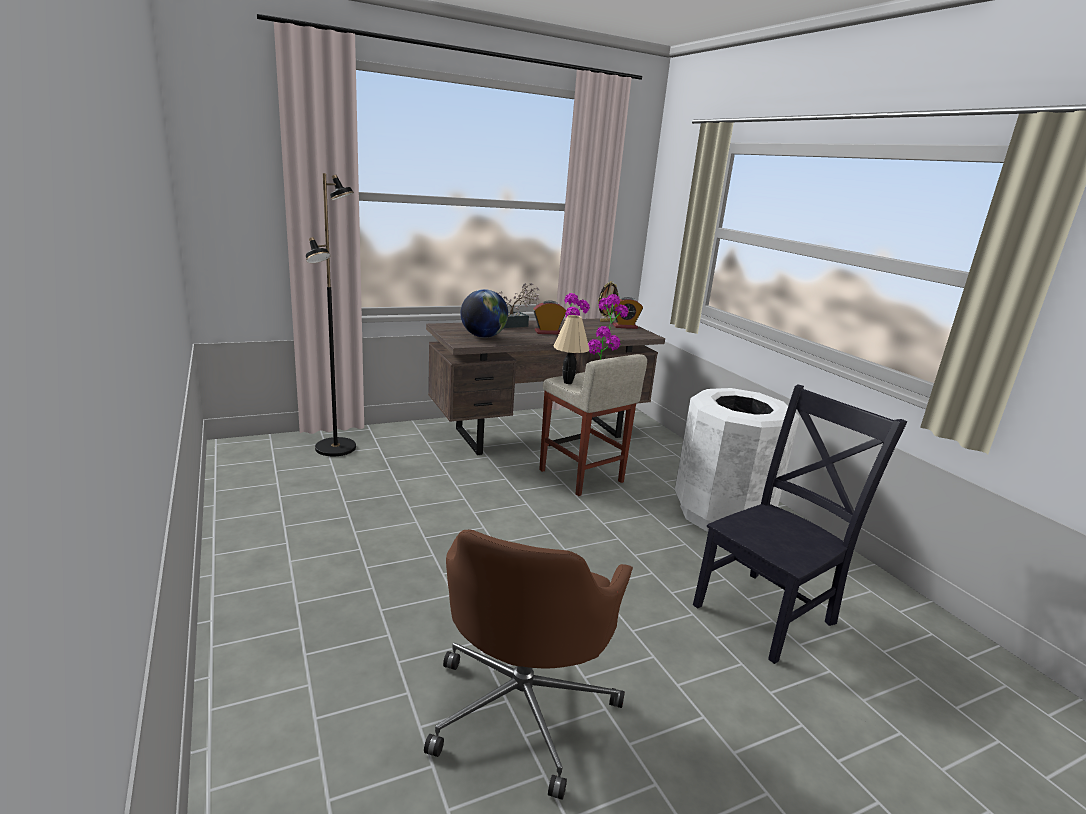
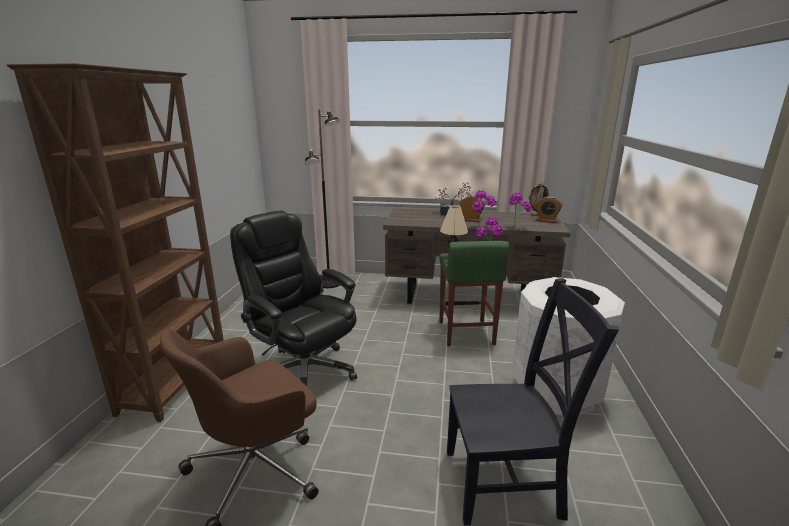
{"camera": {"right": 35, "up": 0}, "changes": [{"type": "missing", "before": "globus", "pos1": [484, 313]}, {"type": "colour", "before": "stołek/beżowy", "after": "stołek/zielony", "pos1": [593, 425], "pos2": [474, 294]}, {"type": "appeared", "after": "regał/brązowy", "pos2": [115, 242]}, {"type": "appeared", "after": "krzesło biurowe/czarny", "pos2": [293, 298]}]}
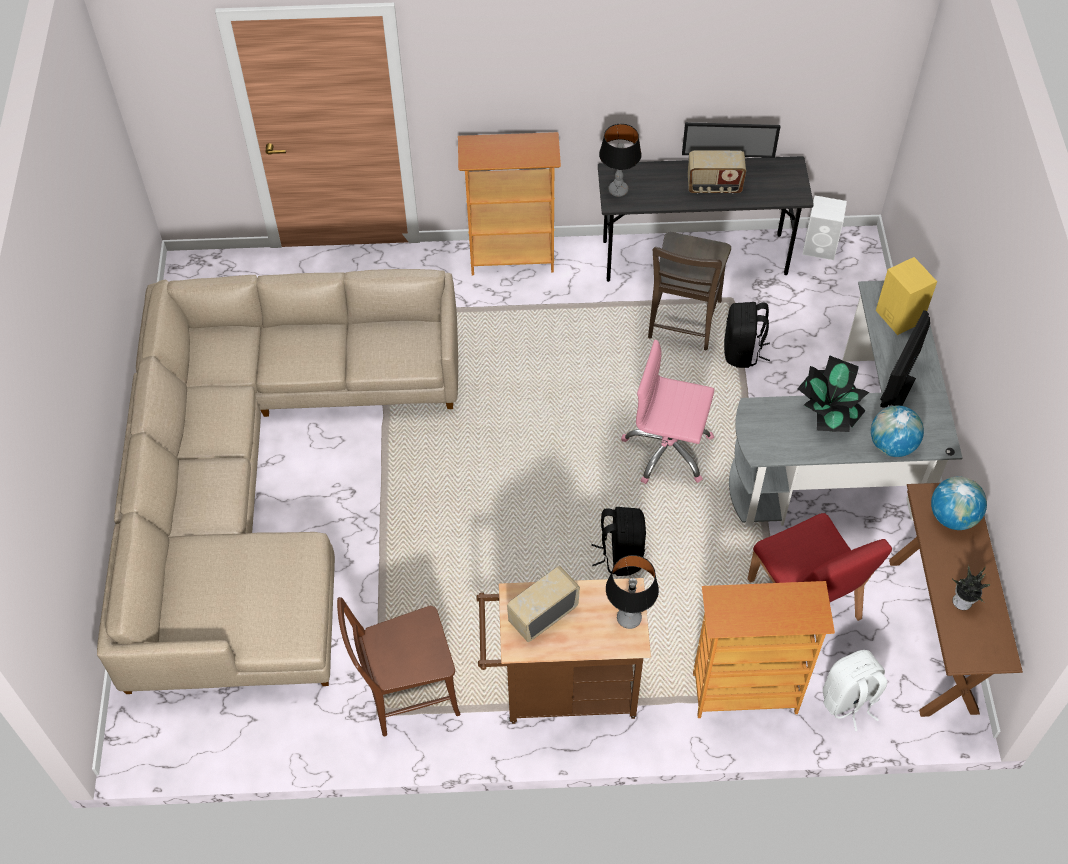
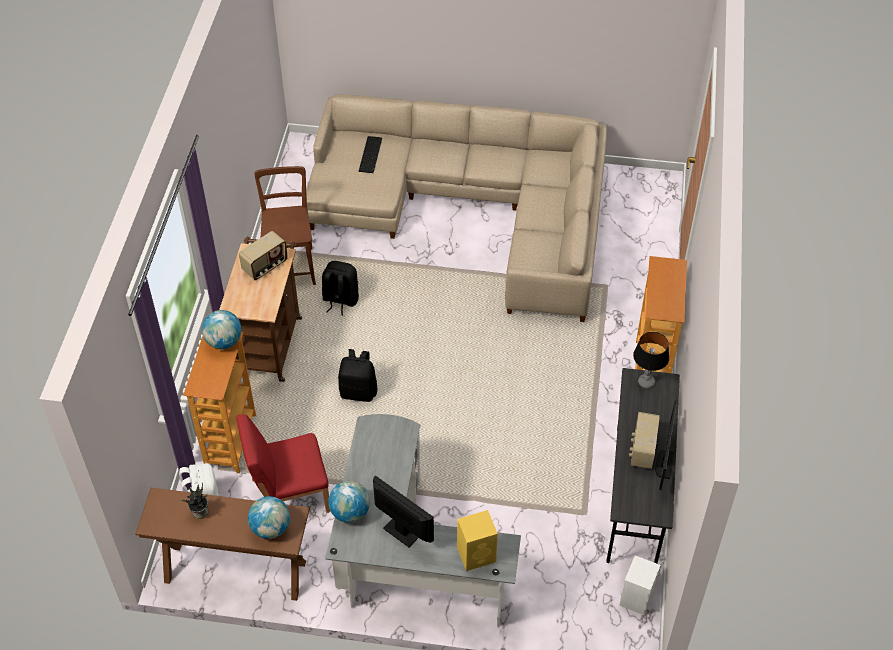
{"camera": {"right": 100, "up": -5}, "changes": [{"type": "missing", "before": "krzesło/brązowy", "pos1": [689, 291]}, {"type": "relocated", "before": "plecak/czarny", "pos1": [747, 335], "pos2": [340, 288]}, {"type": "missing", "before": "krzesło biurowe/różowy", "pos1": [668, 412]}, {"type": "missing", "before": "roślina doniczkowa", "pos1": [833, 393]}, {"type": "missing", "before": "lampa stołowa", "pos1": [632, 592]}, {"type": "spun", "before": "radio", "pos1": [543, 604], "pos2": [263, 255], "turn": 75}, {"type": "appeared", "after": "klawiatura", "pos2": [370, 154]}, {"type": "appeared", "after": "globus", "pos2": [221, 329]}]}
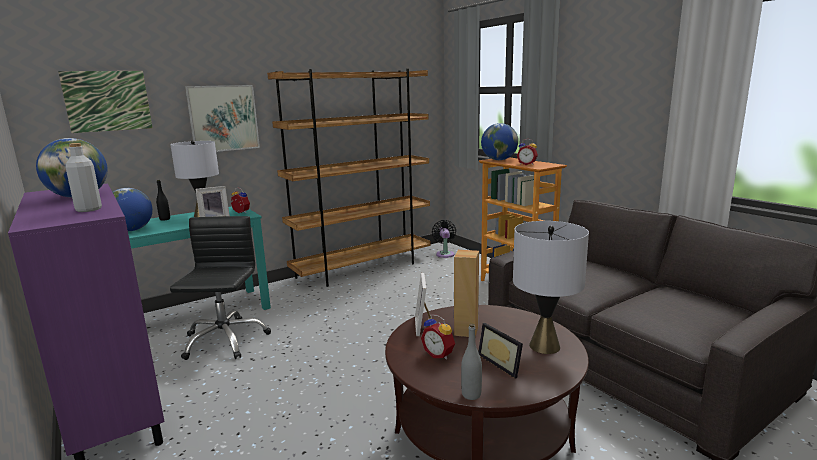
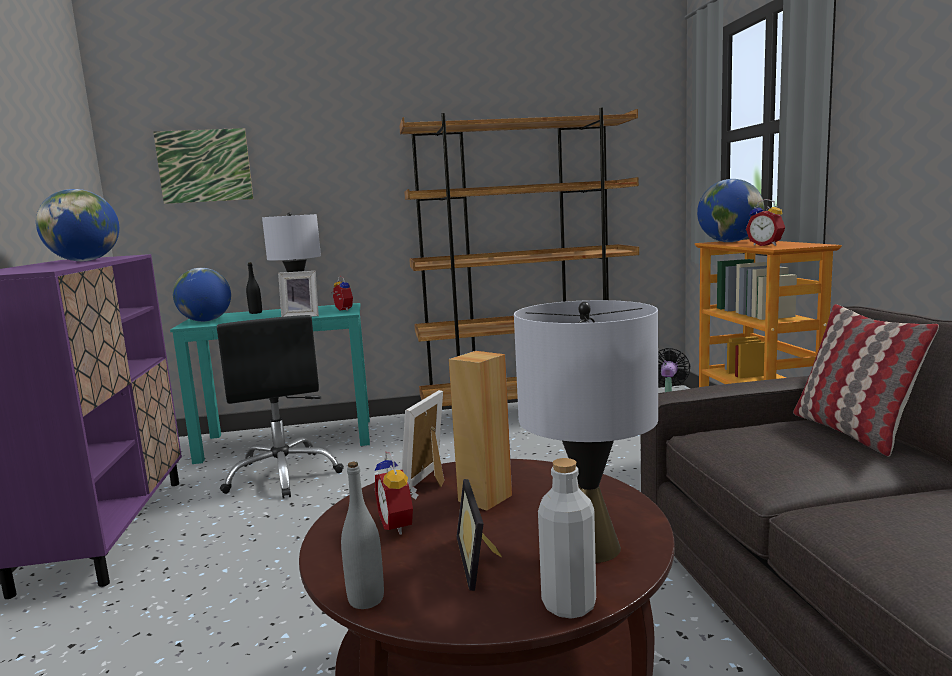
{"camera": {"right": 25, "up": -5}, "changes": [{"type": "missing", "before": "obraz", "pos1": [222, 118]}, {"type": "relocated", "before": "butelka/szary", "pos1": [83, 177], "pos2": [567, 538]}, {"type": "spun", "before": "krzesło biurowe/czarny", "pos1": [220, 288], "pos2": [280, 406], "turn": 135}, {"type": "appeared", "after": "poduszka", "pos2": [866, 380]}]}
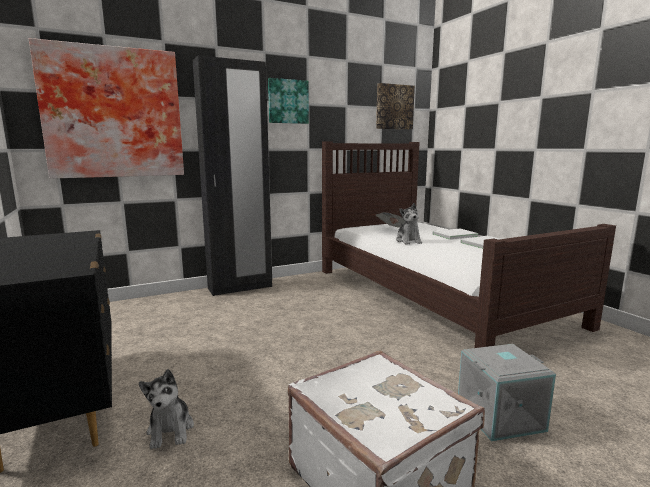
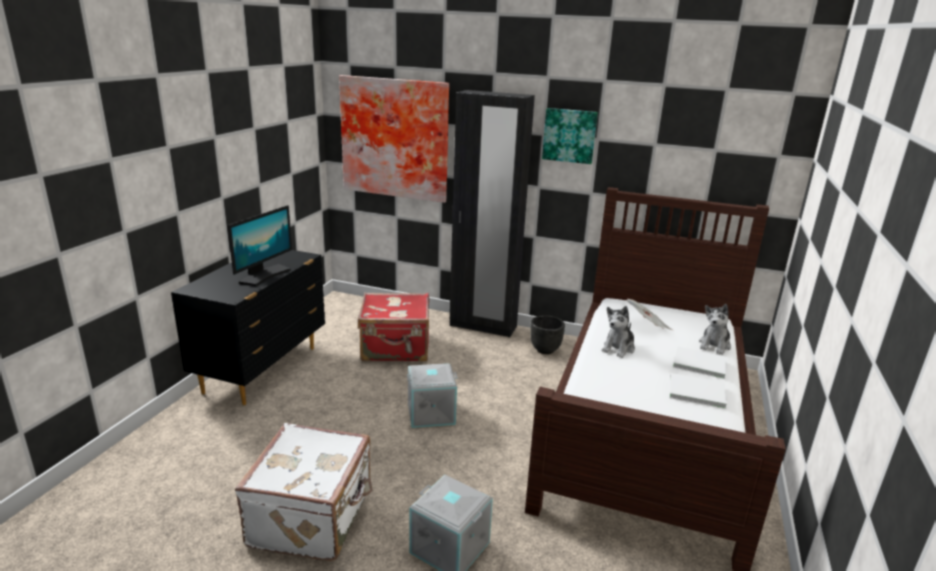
{"camera": {"right": 45, "up": 10}, "changes": [{"type": "missing", "before": "obraz", "pos1": [395, 106]}, {"type": "relocated", "before": "pluszak", "pos1": [166, 409], "pos2": [715, 329]}, {"type": "appeared", "after": "monitor", "pos2": [259, 245]}, {"type": "appeared", "after": "walizka/czerwony", "pos2": [393, 327]}, {"type": "appeared", "after": "donica/czarny", "pos2": [547, 334]}, {"type": "appeared", "after": "pojemnik do przechowywania/szary", "pos2": [432, 395]}]}
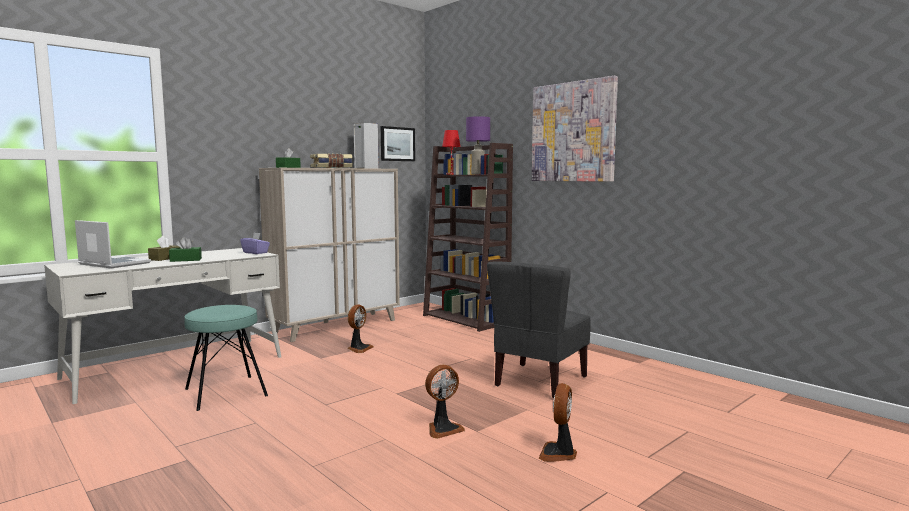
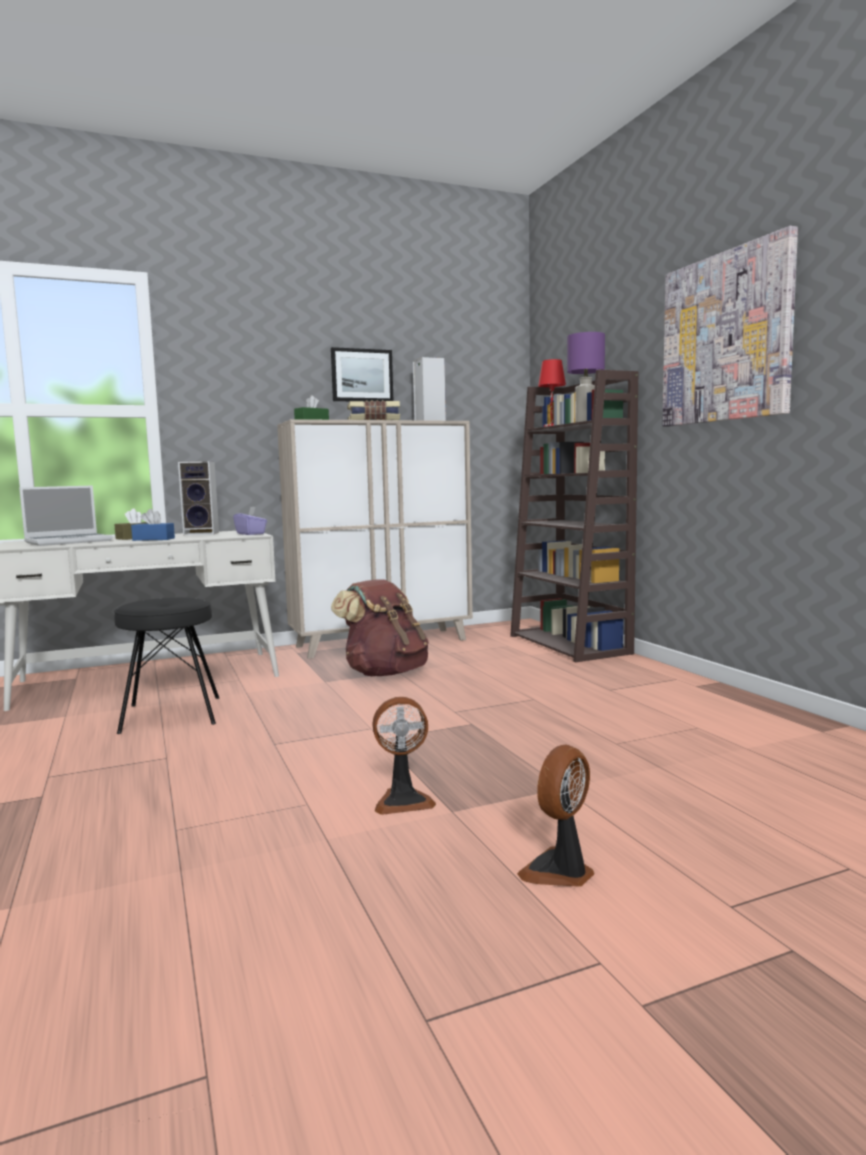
{"camera": {"right": 20, "up": 0}, "changes": [{"type": "relocated", "before": "obraz", "pos1": [398, 143], "pos2": [362, 374]}, {"type": "spun", "before": "laptop", "pos1": [113, 244], "pos2": [66, 516], "turn": 90}, {"type": "colour", "before": "pudełko chusteczek/zielony", "after": "pudełko chusteczek/niebieski", "pos1": [185, 249], "pos2": [153, 525]}, {"type": "missing", "before": "krzesło/szary", "pos1": [539, 330]}, {"type": "exchanged", "before": "wentylator", "after": "plecak/brązowy", "pos1": [361, 328], "pos2": [380, 627]}, {"type": "colour", "before": "stołek/turkusowy", "after": "stołek/czarny", "pos1": [226, 358], "pos2": [166, 665]}, {"type": "appeared", "after": "głośnik", "pos2": [198, 498]}]}
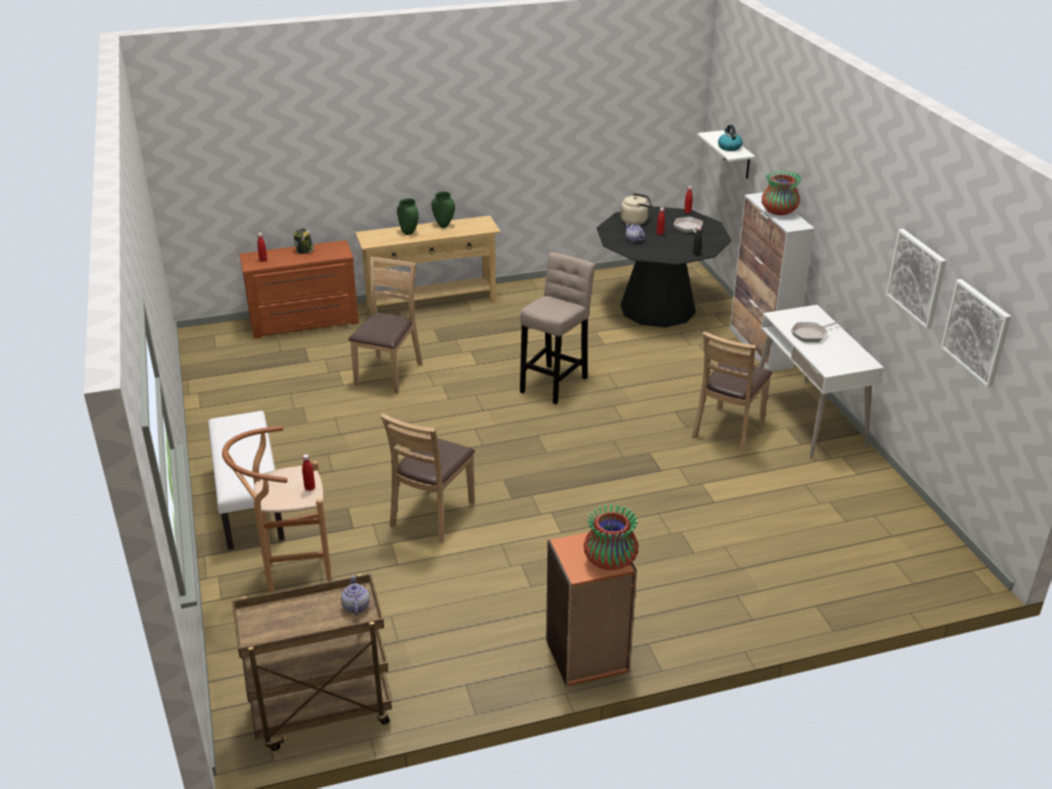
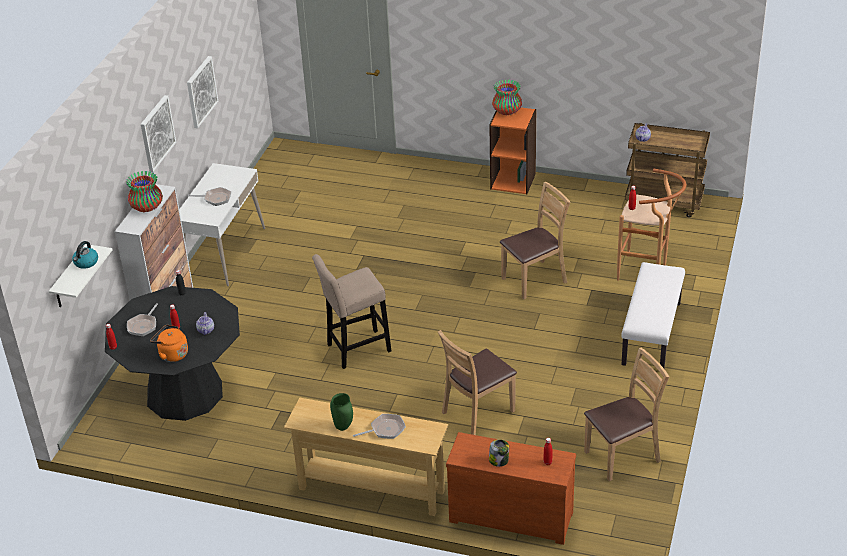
{"camera": {"right": -145, "up": 5}, "changes": [{"type": "colour", "before": "czajnik/beżowy", "after": "czajnik/pomarańczowy", "pos1": [636, 209], "pos2": [169, 343]}, {"type": "exchanged", "before": "wazon/zielony", "after": "patelnia", "pos1": [408, 216], "pos2": [379, 426]}, {"type": "relocated", "before": "obraz", "pos1": [976, 333], "pos2": [158, 133]}, {"type": "relocated", "before": "krzesło/brązowy", "pos1": [732, 393], "pos2": [626, 414]}]}
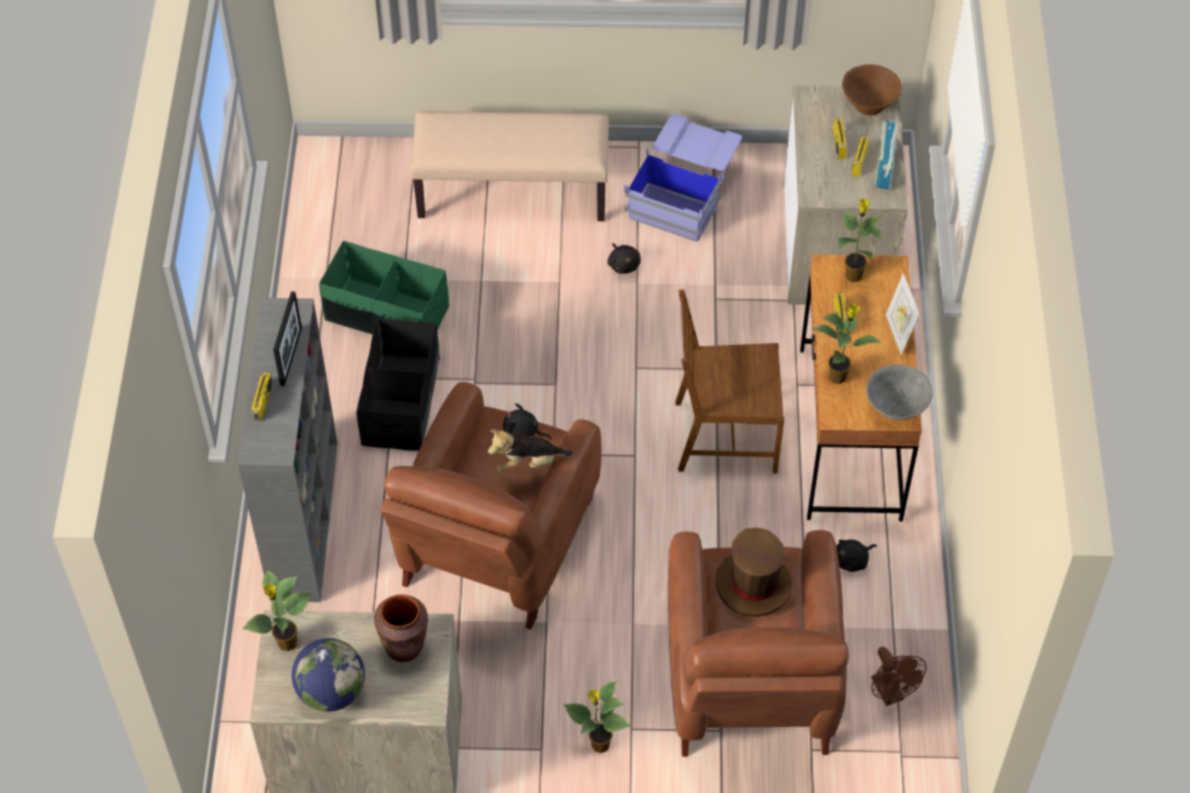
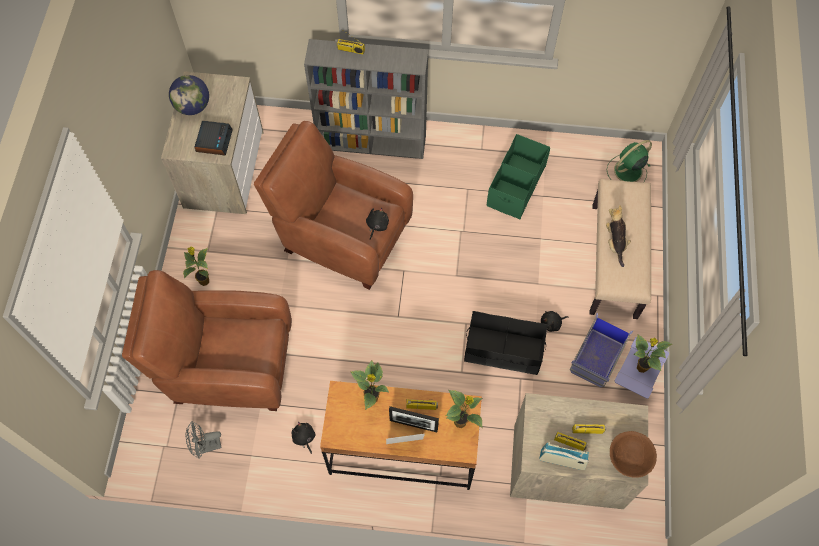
{"camera": {"right": 95, "up": 10}, "changes": [{"type": "missing", "before": "krzesło/brązowy", "pos1": [729, 381]}, {"type": "relocated", "before": "ramka na zdjęcie", "pos1": [287, 338], "pos2": [414, 419]}, {"type": "relocated", "before": "pojemnik do przechowywania/czarny", "pos1": [398, 384], "pos2": [506, 343]}, {"type": "missing", "before": "miska/szary", "pos1": [899, 392]}, {"type": "relocated", "before": "pluszak", "pos1": [530, 450], "pos2": [618, 236]}, {"type": "missing", "before": "kapelusz/brązowy", "pos1": [754, 572]}, {"type": "relocated", "before": "roślina doniczkowa", "pos1": [277, 610], "pos2": [653, 353]}, {"type": "exchanged", "before": "wazon/brązowy", "after": "budzik", "pos1": [401, 628], "pos2": [213, 138]}, {"type": "colour", "before": "wentylator/brązowy", "after": "wentylator/szary", "pos1": [899, 676], "pos2": [204, 440]}, {"type": "appeared", "after": "wentylator/zielony", "pos2": [629, 161]}]}
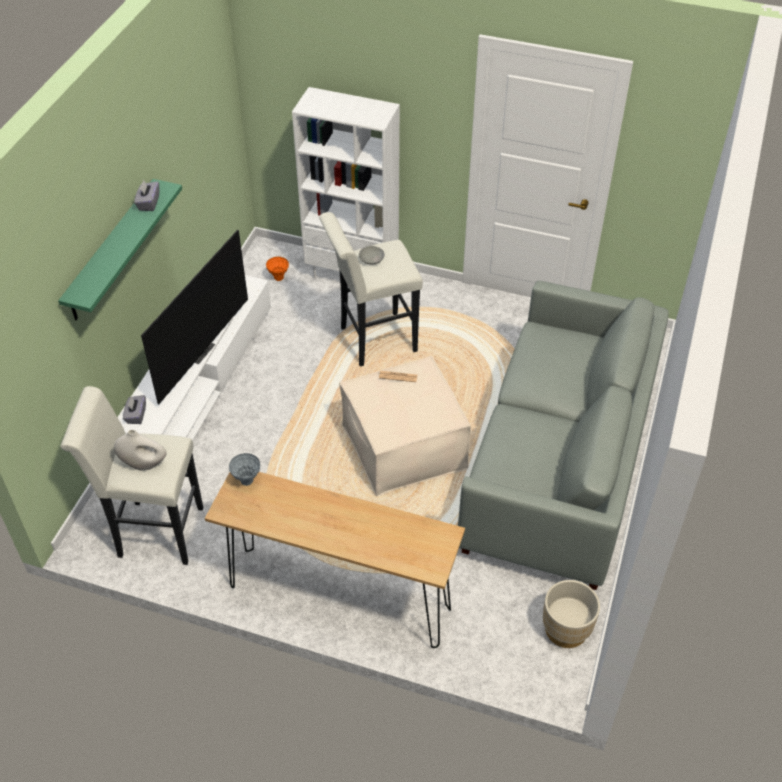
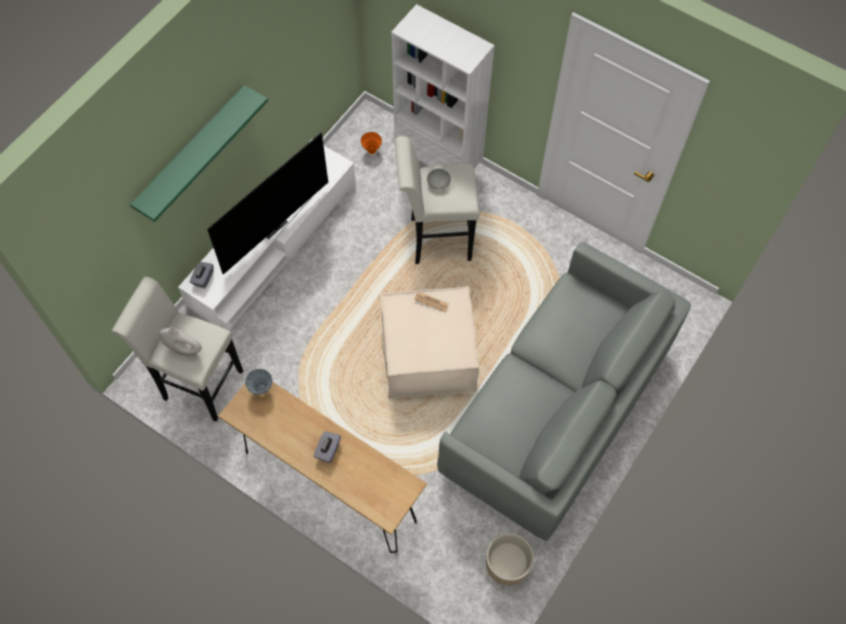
{"camera": {"right": 15, "up": 15}, "changes": [{"type": "relocated", "before": "pudełko chusteczek/szary", "pos1": [146, 195], "pos2": [327, 447]}]}
